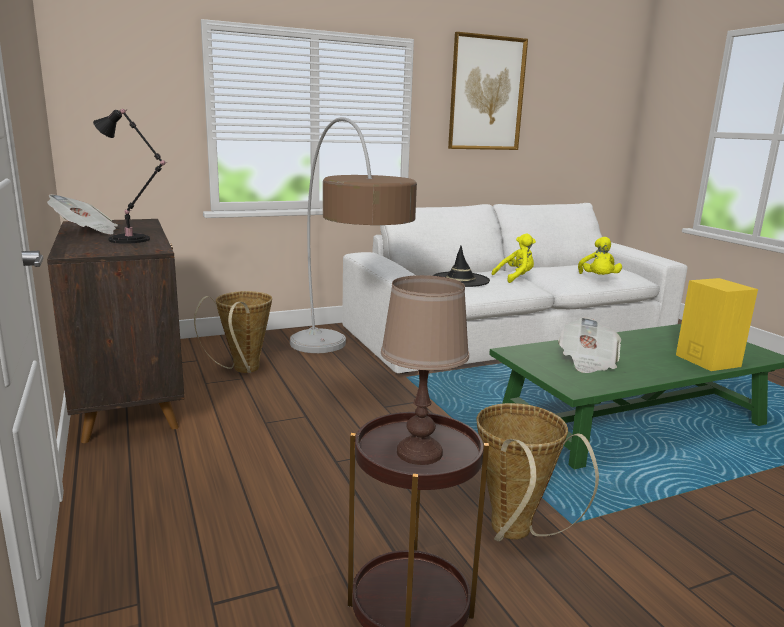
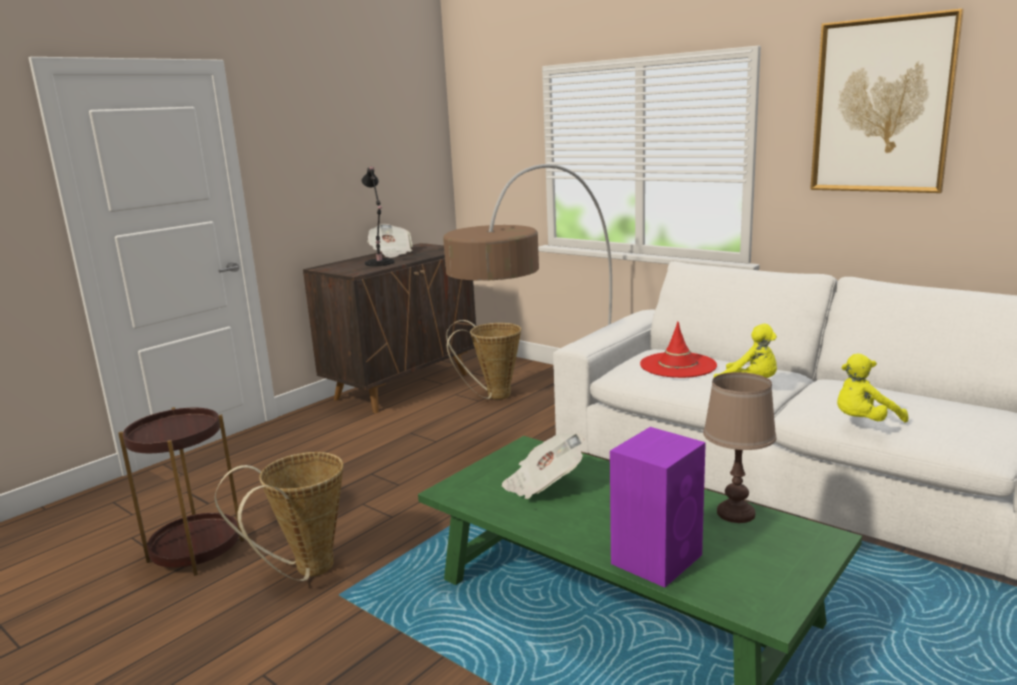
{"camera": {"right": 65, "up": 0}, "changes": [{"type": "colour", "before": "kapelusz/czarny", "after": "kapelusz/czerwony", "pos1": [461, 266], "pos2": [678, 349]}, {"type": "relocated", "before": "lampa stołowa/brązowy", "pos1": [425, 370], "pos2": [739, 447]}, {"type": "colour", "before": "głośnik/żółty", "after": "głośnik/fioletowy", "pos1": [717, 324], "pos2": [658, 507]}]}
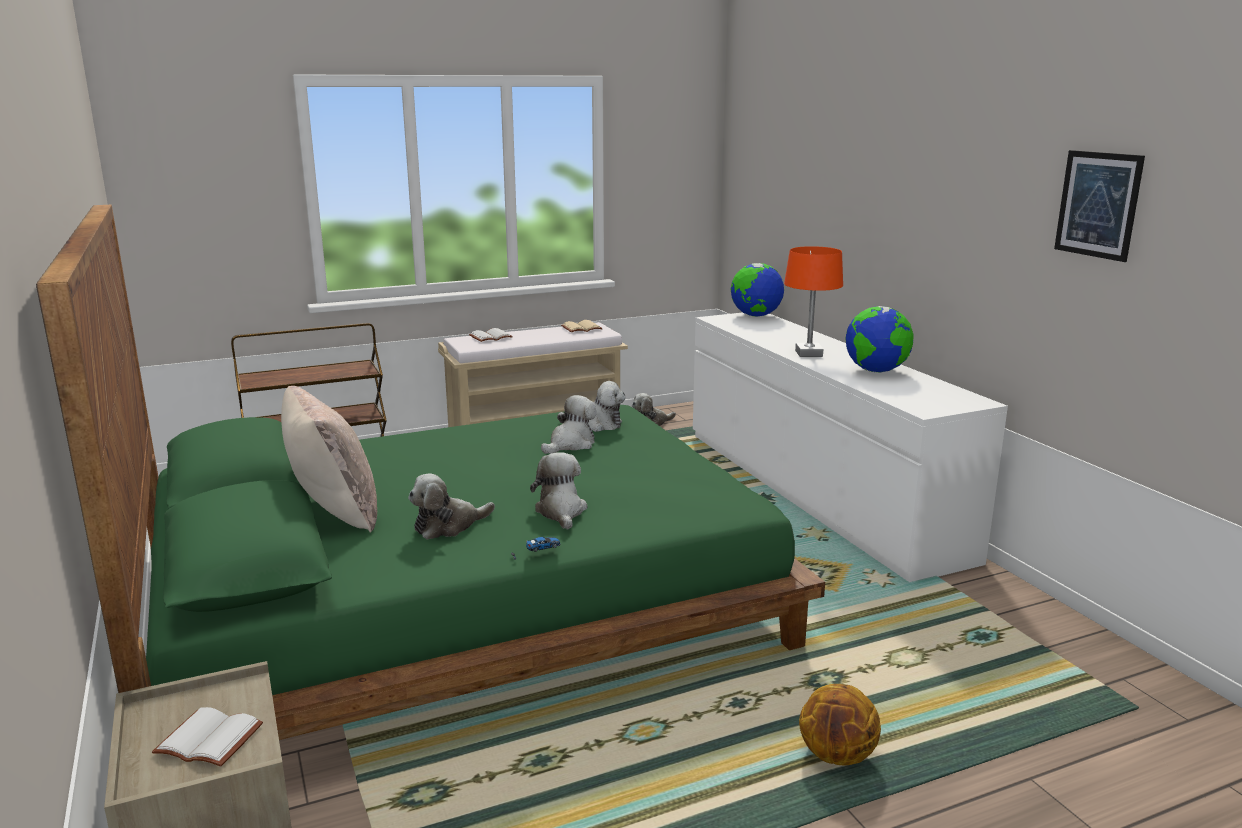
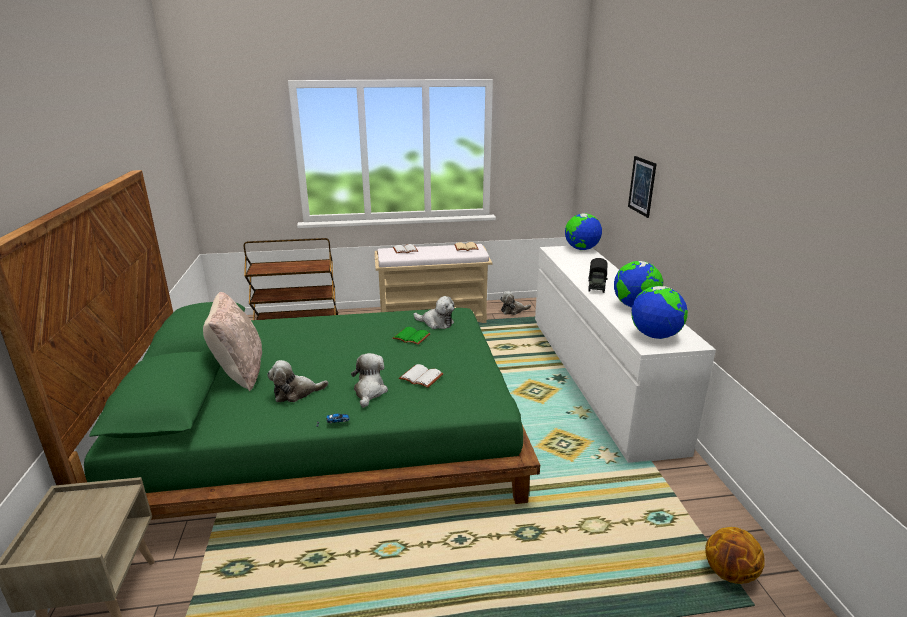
{"camera": {"right": 15, "up": 5}, "changes": [{"type": "relocated", "before": "obraz", "pos1": [1099, 206], "pos2": [642, 187]}, {"type": "exchanged", "before": "lampa stołowa/pomarańczowy", "after": "ciężarówka zabawkowa", "pos1": [813, 301], "pos2": [598, 275]}, {"type": "exchanged", "before": "pluszak", "after": "książka/zielony", "pos1": [569, 424], "pos2": [411, 336]}, {"type": "relocated", "before": "piłka do koszykówki", "pos1": [840, 724], "pos2": [735, 555]}, {"type": "relocated", "before": "książka/biały", "pos1": [207, 737], "pos2": [421, 376]}, {"type": "appeared", "after": "globus", "pos2": [659, 312]}]}
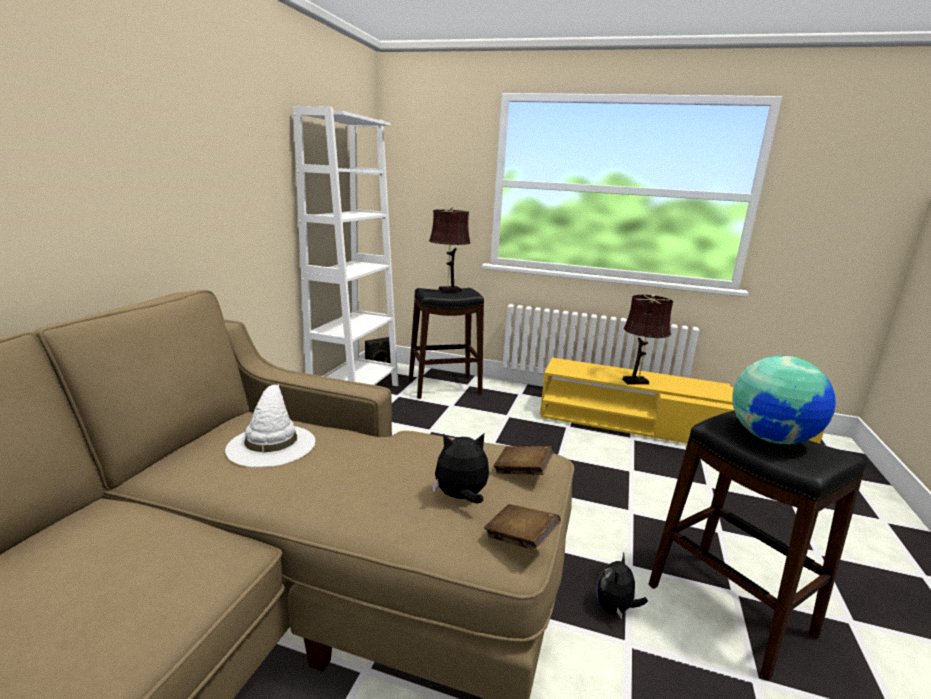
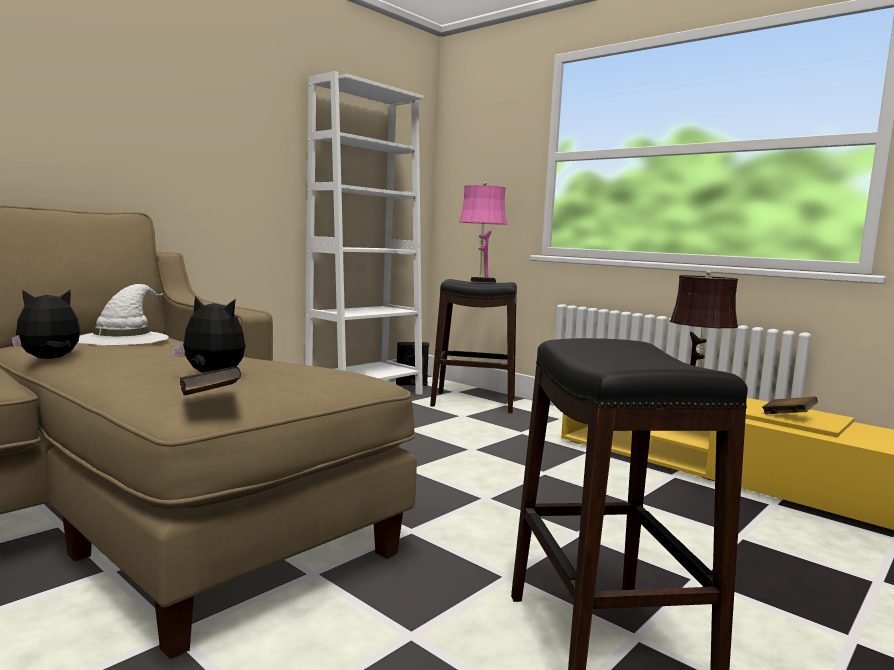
{"camera": {"right": 25, "up": -10}, "changes": [{"type": "colour", "before": "lampa stołowa/brązowy", "after": "lampa stołowa/różowy", "pos1": [449, 249], "pos2": [483, 232]}, {"type": "missing", "before": "globus", "pos1": [784, 400]}, {"type": "relocated", "before": "książka/brązowy", "pos1": [523, 460], "pos2": [790, 405]}, {"type": "relocated", "before": "pluszak", "pos1": [622, 585], "pos2": [45, 324]}]}
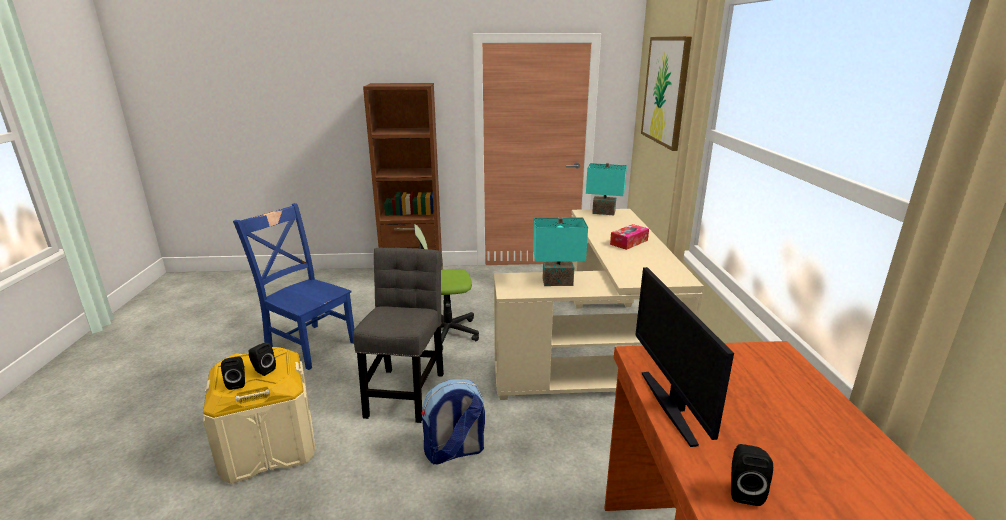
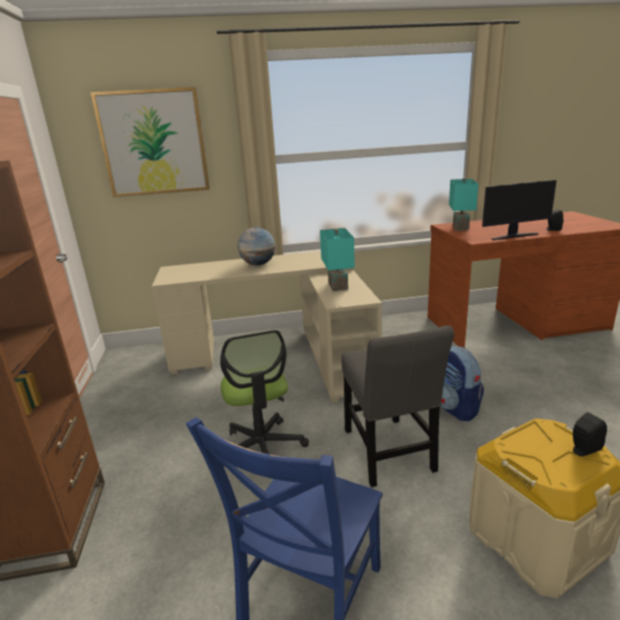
{"camera": {"right": -95, "up": 0}, "changes": [{"type": "relocated", "before": "lampa stołowa/turkusowy", "pos1": [606, 189], "pos2": [464, 204]}, {"type": "exchanged", "before": "pudełko chusteczek", "after": "globus", "pos1": [629, 237], "pos2": [257, 246]}, {"type": "spun", "before": "krzesło/szary", "pos1": [398, 335], "pos2": [398, 406], "turn": -105}, {"type": "missing", "before": "głośnik/czarny", "pos1": [262, 359]}]}
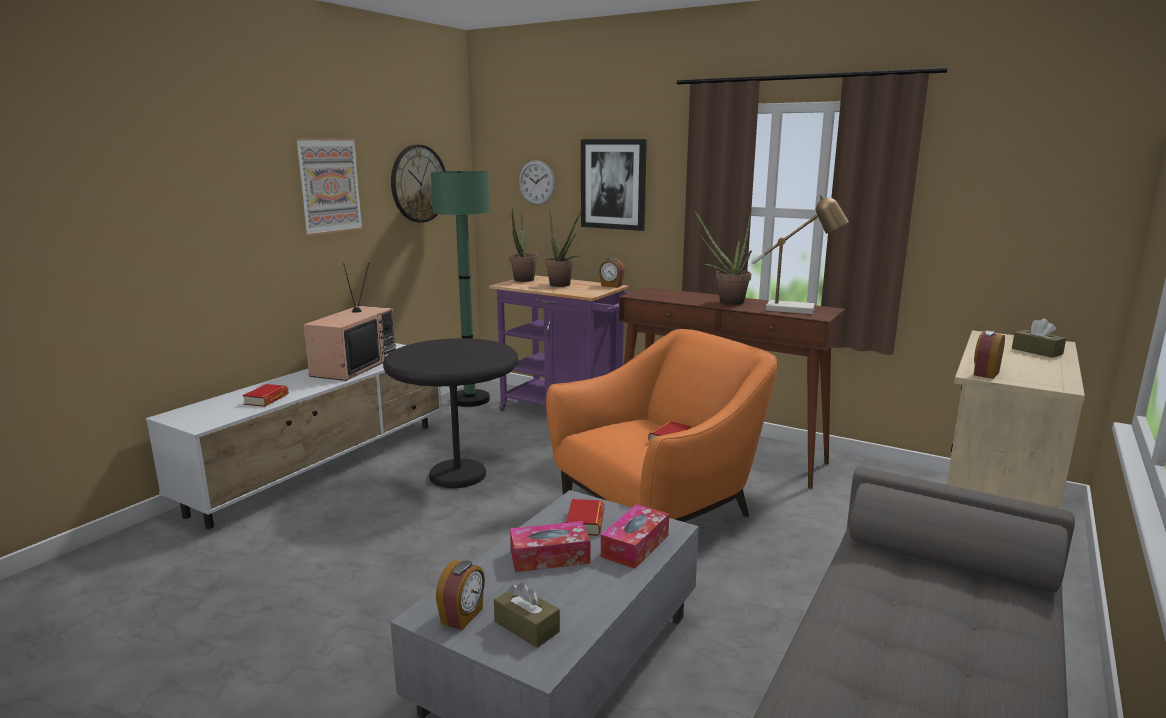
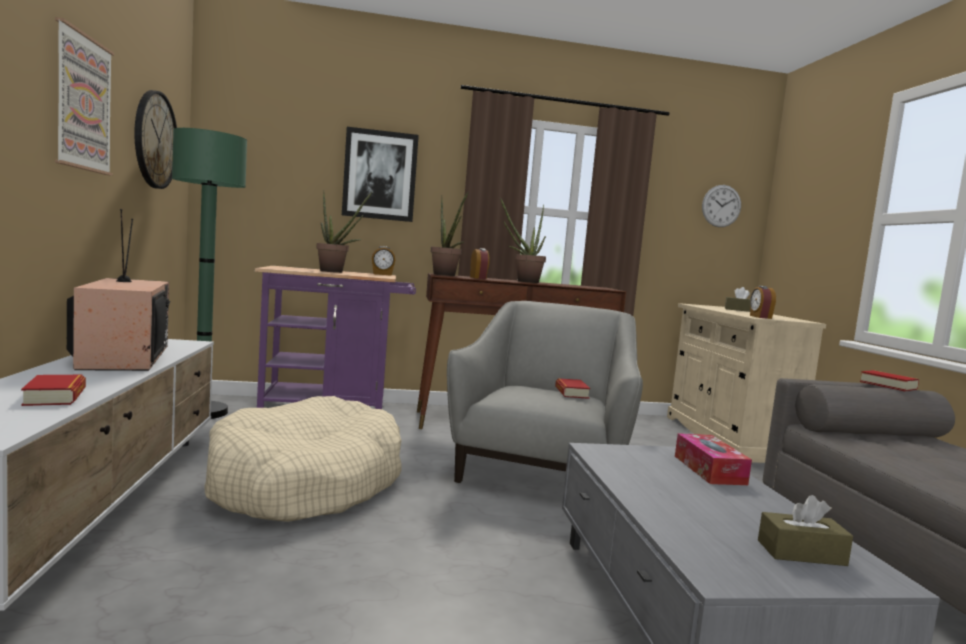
{"camera": {"right": -40, "up": -10}, "changes": [{"type": "relocated", "before": "zegar ścienny", "pos1": [537, 182], "pos2": [721, 206]}, {"type": "missing", "before": "lampa stołowa", "pos1": [800, 254]}, {"type": "relocated", "before": "roślina doniczkowa", "pos1": [523, 244], "pos2": [450, 233]}, {"type": "colour", "before": "fotel/pomarańczowy", "after": "fotel/szary", "pos1": [661, 425], "pos2": [545, 392]}, {"type": "exchanged", "before": "stolik/czarny", "after": "legowisko/beżowy", "pos1": [450, 413], "pos2": [303, 459]}, {"type": "relocated", "before": "książka", "pos1": [585, 517], "pos2": [889, 380]}, {"type": "missing", "before": "pudełko chusteczek", "pos1": [550, 546]}, {"type": "relocated", "before": "budzik", "pos1": [460, 595], "pos2": [480, 263]}]}
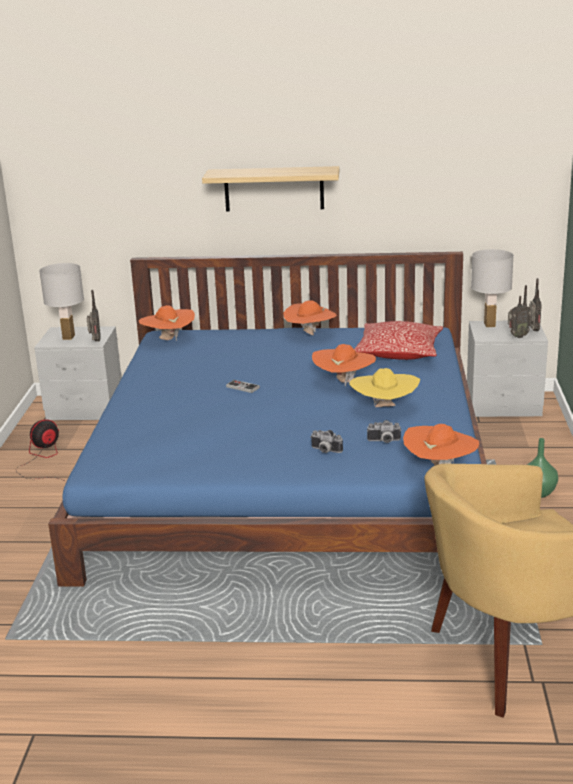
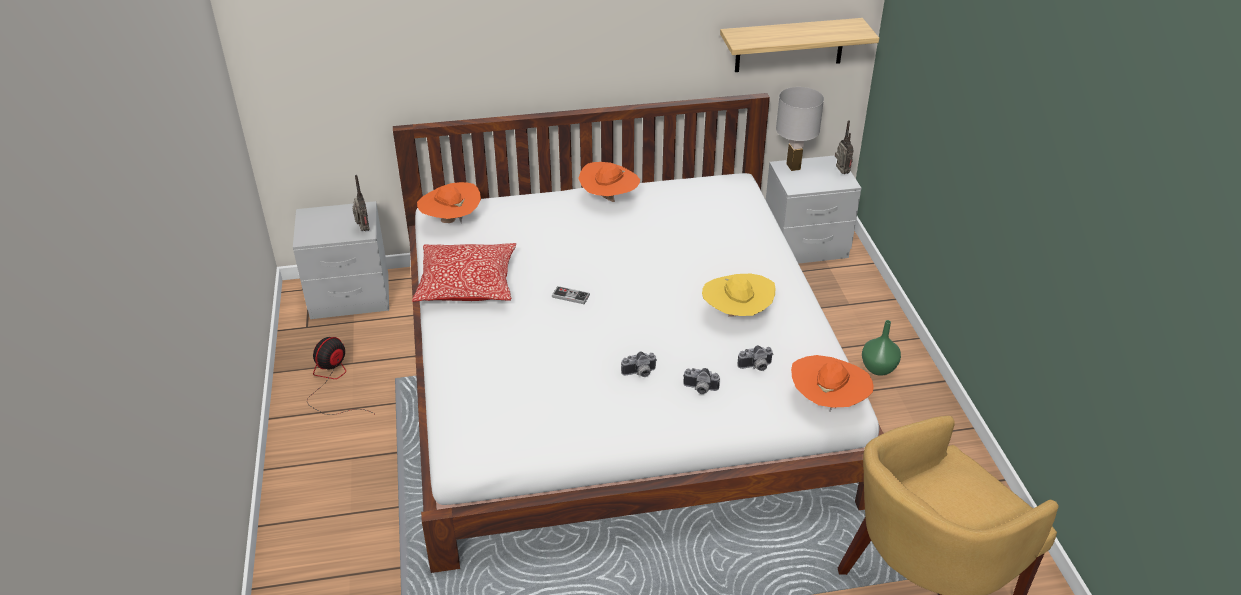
{"camera": {"right": -15, "up": 15}, "changes": [{"type": "relocated", "before": "półka", "pos1": [270, 188], "pos2": [799, 45]}, {"type": "colour", "before": "łóżko/niebieski", "after": "łóżko/biały", "pos1": [267, 419], "pos2": [638, 333]}, {"type": "missing", "before": "lampa stołowa/biały", "pos1": [61, 301]}, {"type": "missing", "before": "radio", "pos1": [519, 311]}, {"type": "relocated", "before": "poduszka", "pos1": [398, 340], "pos2": [464, 272]}, {"type": "missing", "before": "kapelusz/pomarańczowy", "pos1": [344, 365]}, {"type": "appeared", "after": "aparat fotograficzny", "pos2": [639, 364]}]}
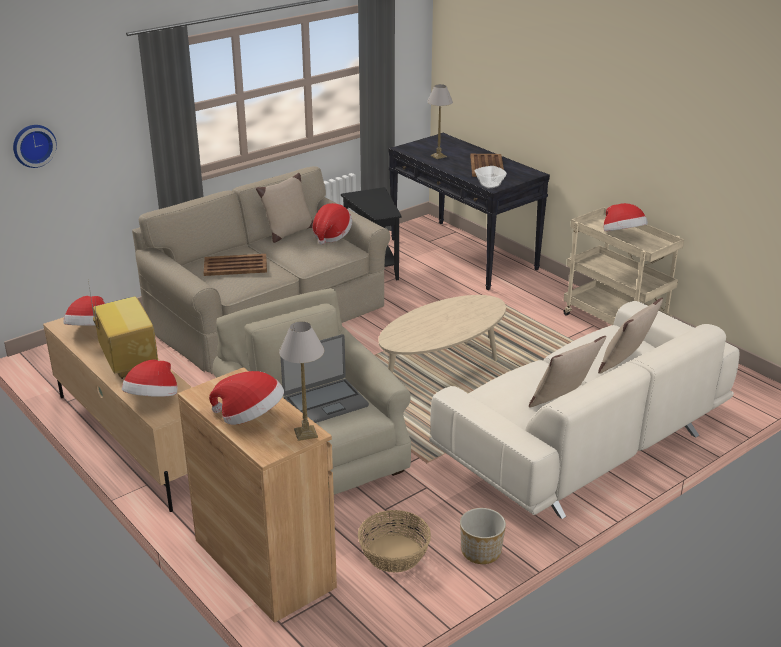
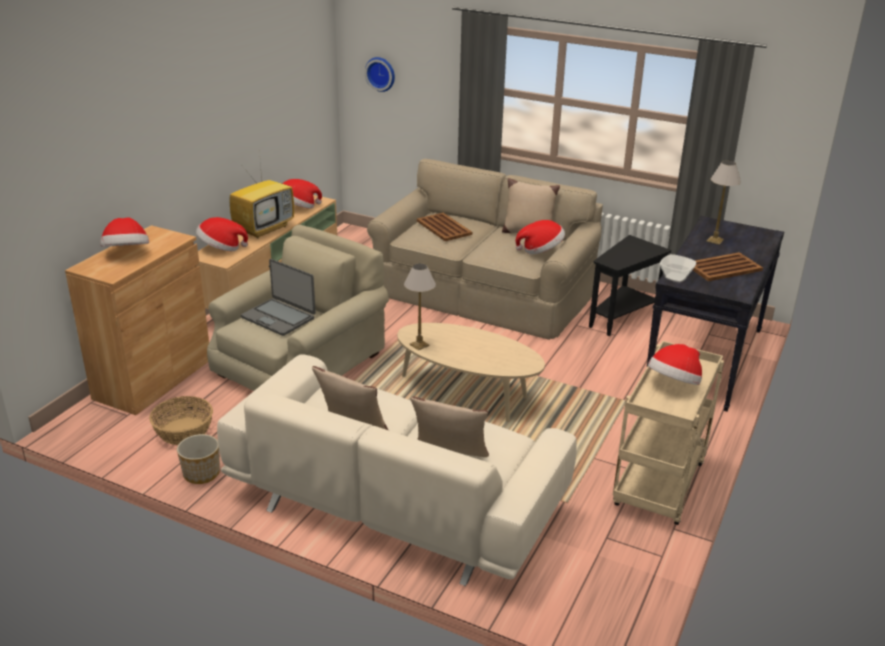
{"camera": {"right": 65, "up": 0}, "changes": [{"type": "relocated", "before": "lampa stołowa", "pos1": [301, 381], "pos2": [420, 306]}]}
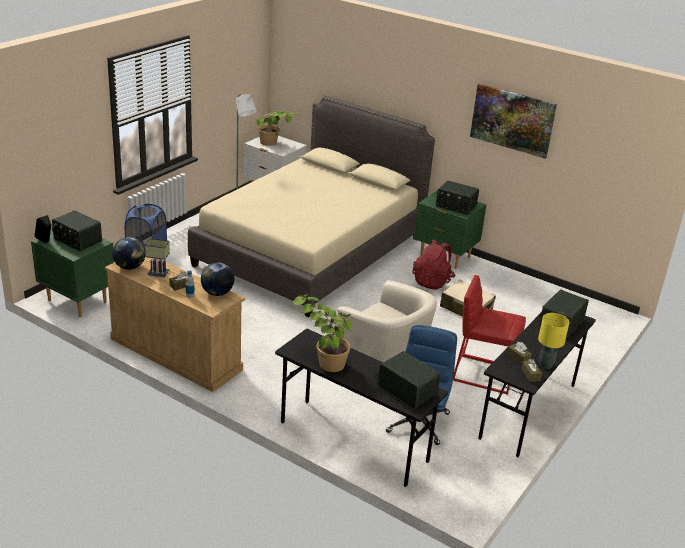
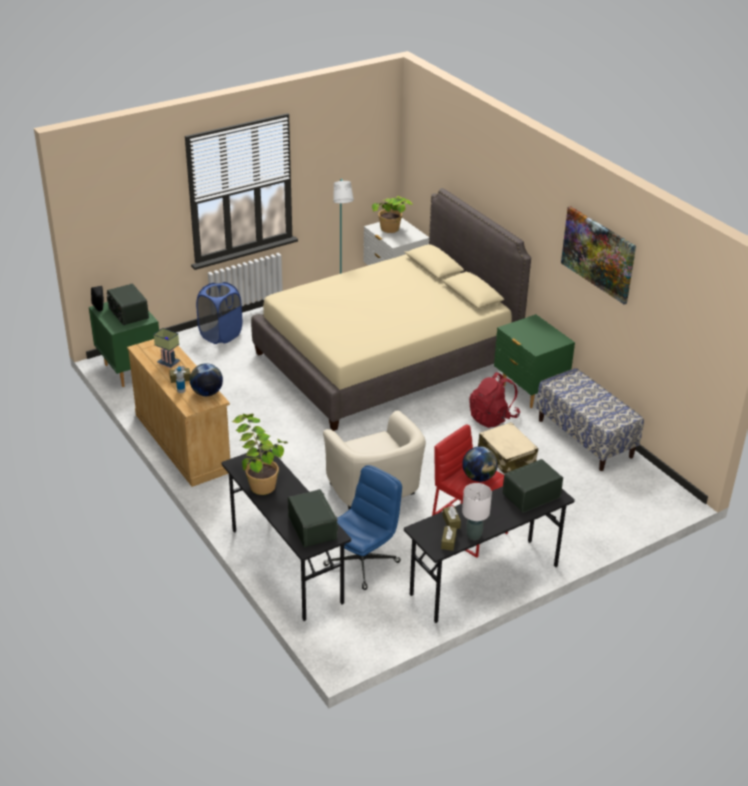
{"camera": {"right": 25, "up": 5}, "changes": [{"type": "missing", "before": "radio", "pos1": [457, 198]}, {"type": "relocated", "before": "globus", "pos1": [128, 253], "pos2": [480, 464]}, {"type": "colour", "before": "lampa stołowa/żółty", "after": "lampa stołowa/biały", "pos1": [554, 341], "pos2": [477, 511]}, {"type": "appeared", "after": "ławka", "pos2": [590, 419]}]}
